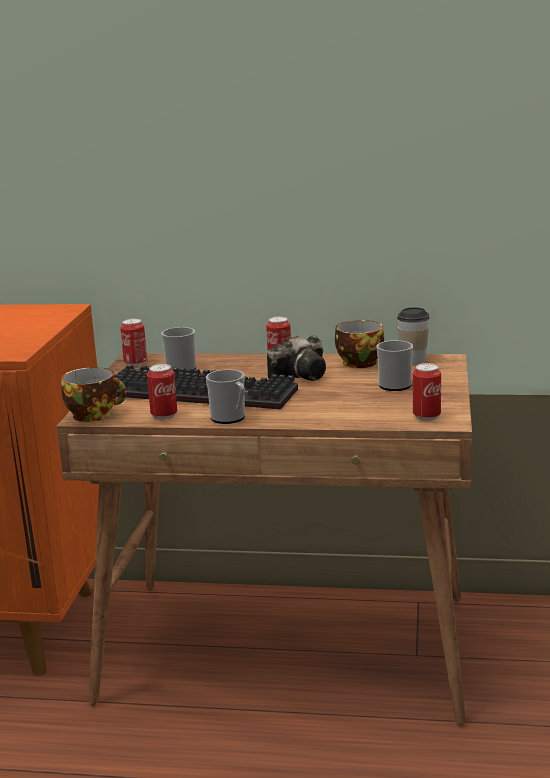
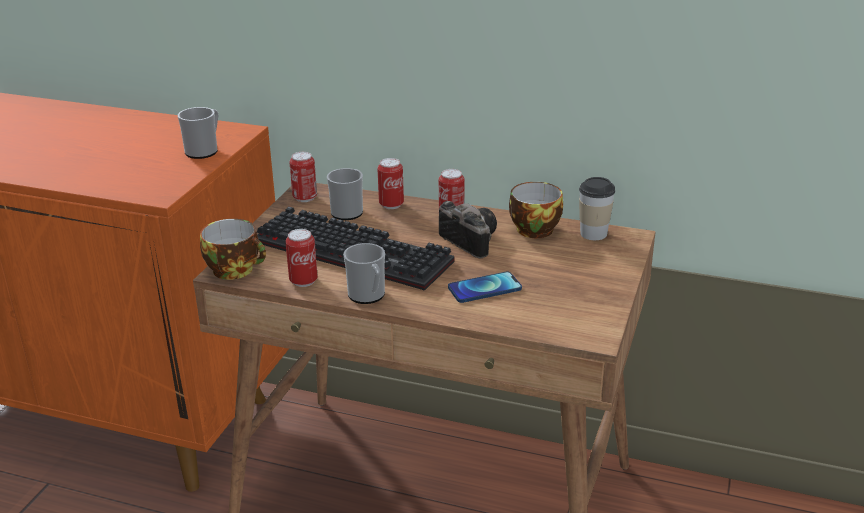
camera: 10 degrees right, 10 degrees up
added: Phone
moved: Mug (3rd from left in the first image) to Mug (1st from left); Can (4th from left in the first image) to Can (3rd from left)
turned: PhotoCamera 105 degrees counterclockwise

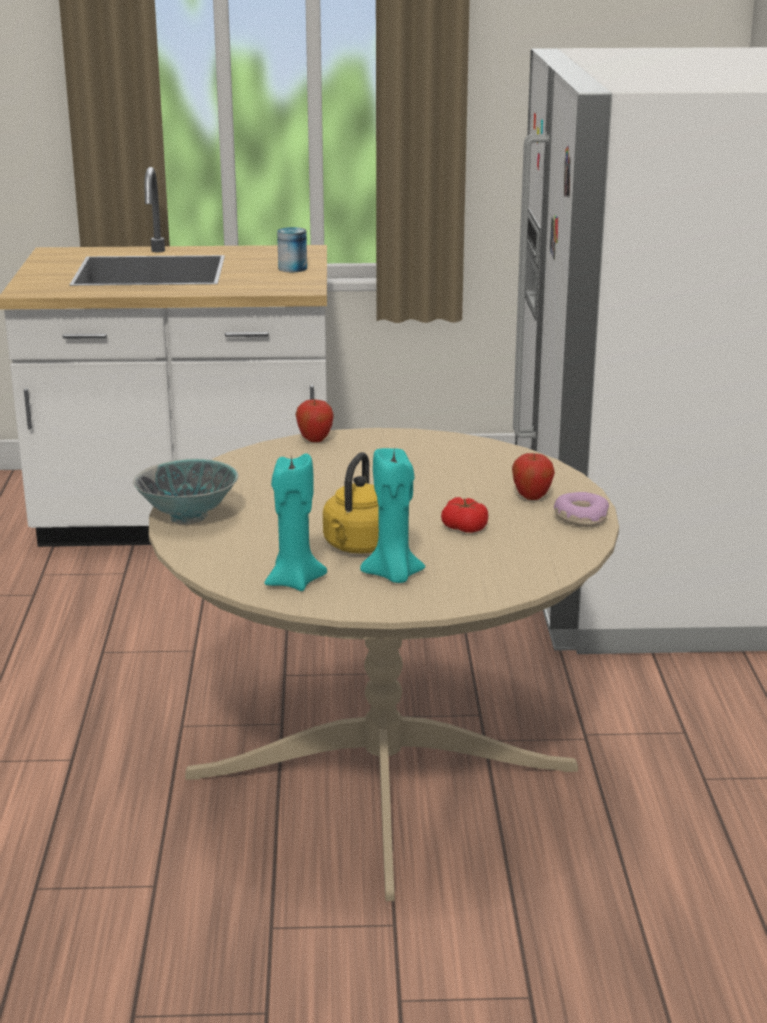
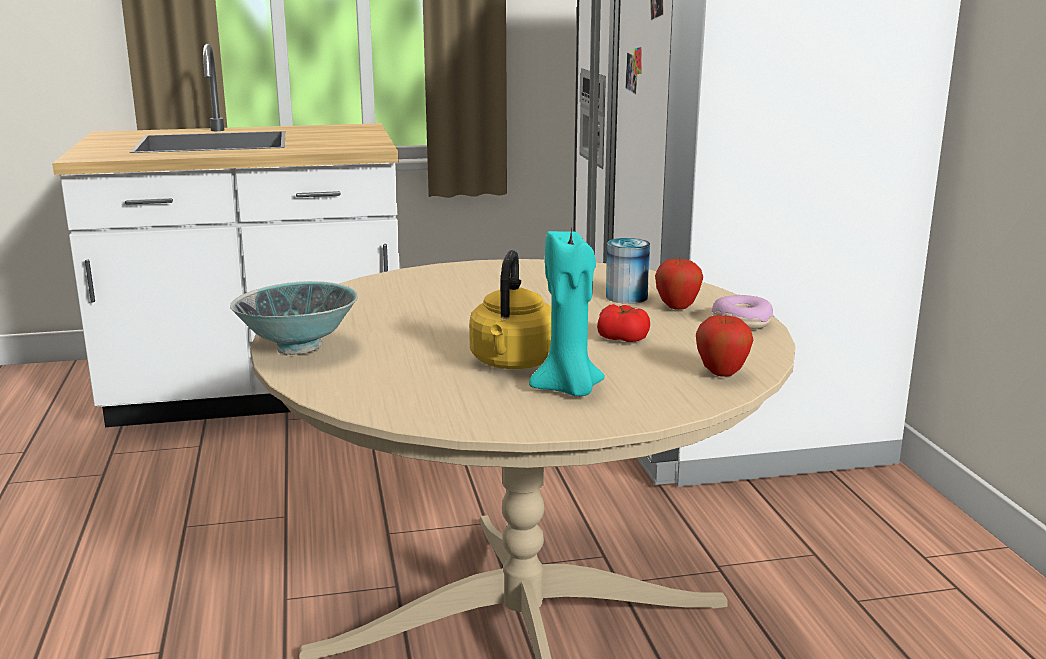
camera: 10 degrees left, 5 degrees down
removed: TurquoiseCandle (1st from left)
moved: Can; Apple (1st from left in the first image) to Apple (2nd from left)

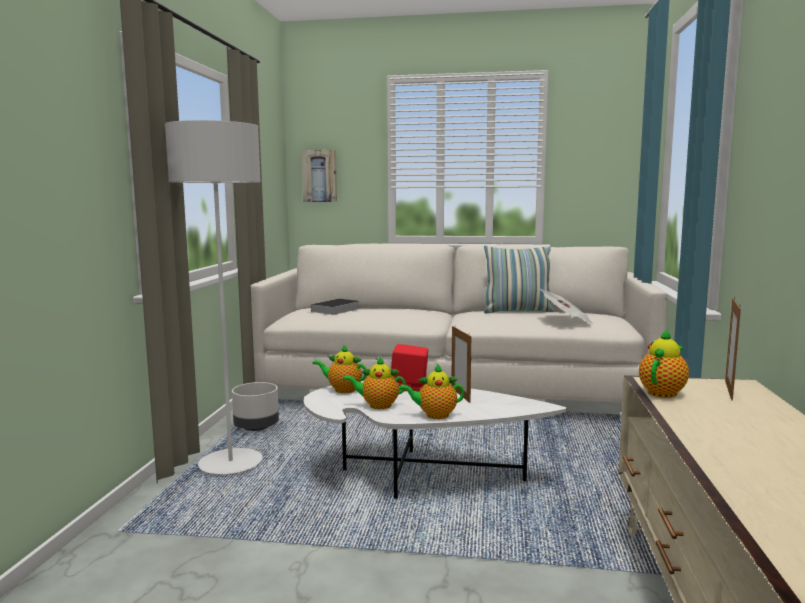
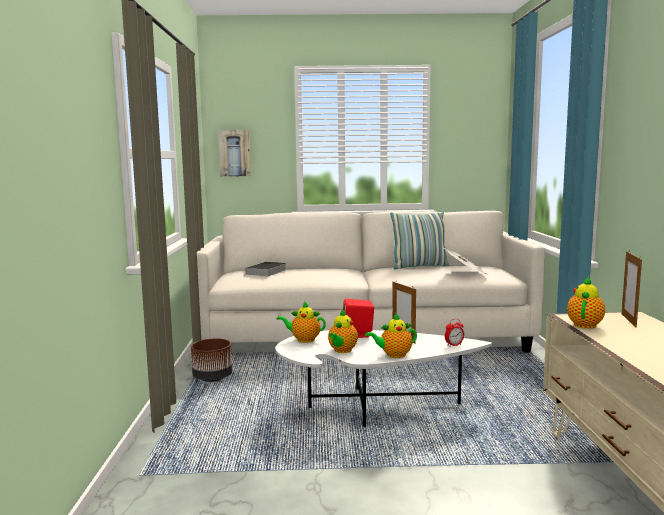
camera: 10 degrees left, 0 degrees up
removed: GreyFloorLamp
added: AlarmClock
recoloured: GreyPlanter to BrownPlanter
turned: Teapot (2nd from left) 60 degrees counterclockwise

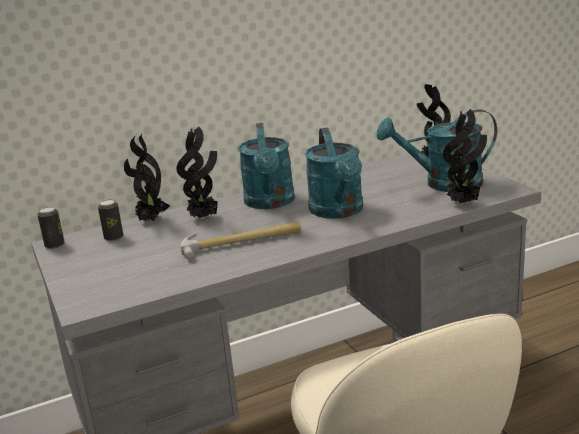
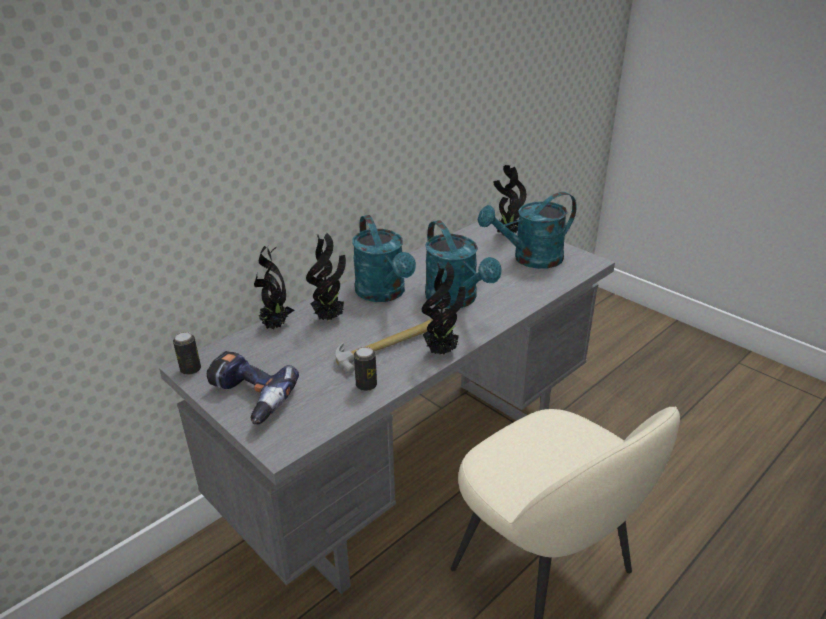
camera: 20 degrees left, 10 degrees up
added: PowerDrill
moved: Can (2nd from left); PottedPlant (4th from left in the first image) to PottedPlant (3rd from left)

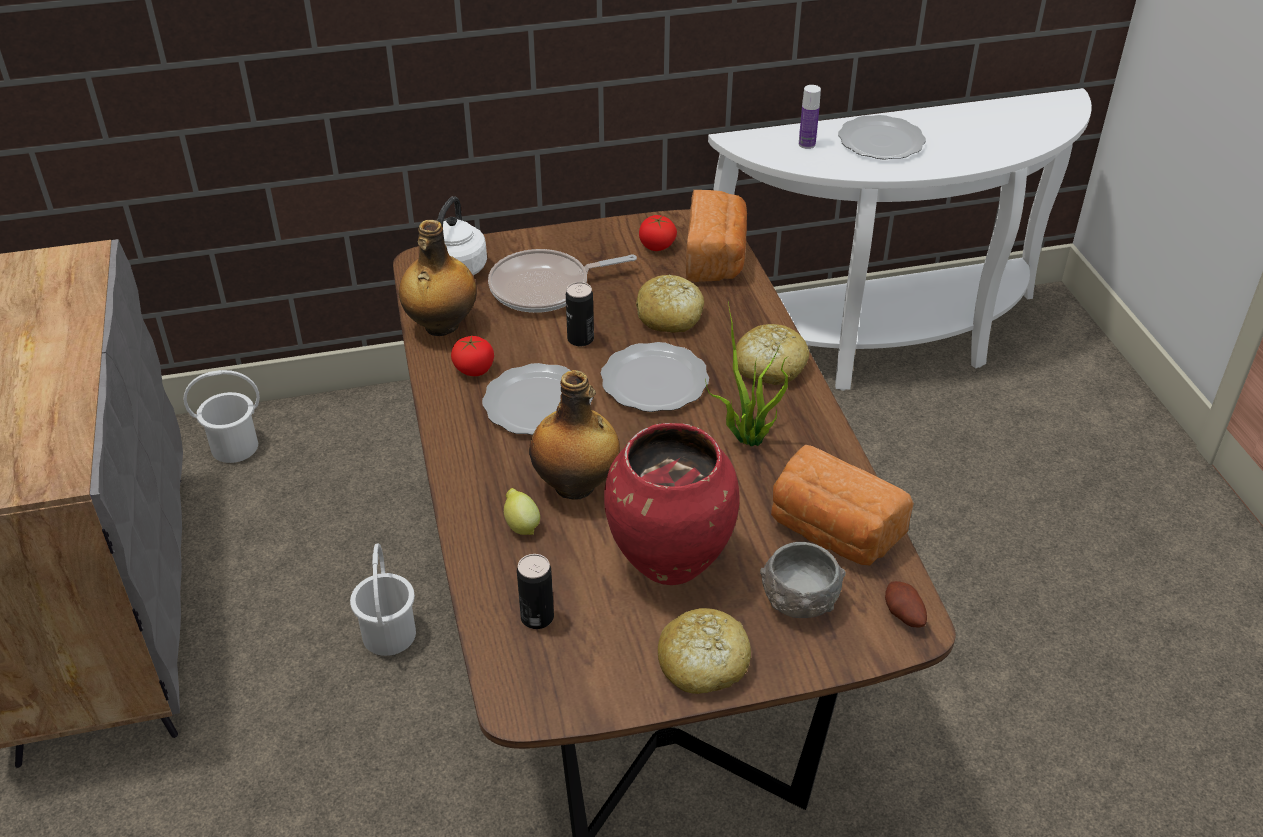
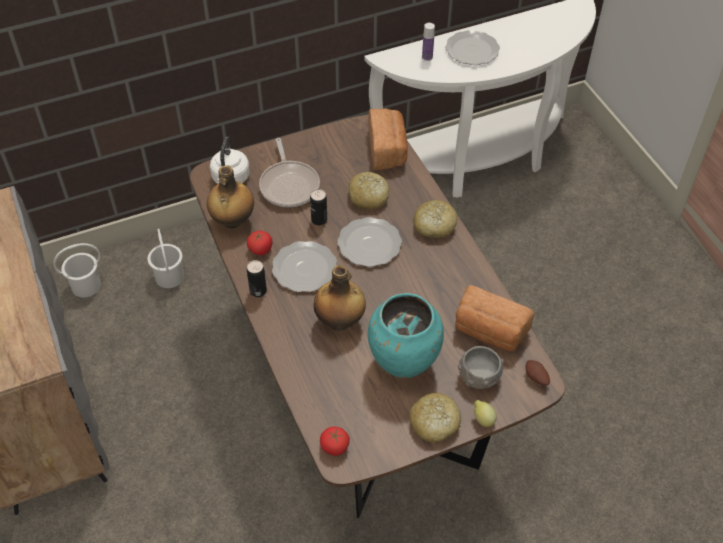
camera: 10 degrees left, 10 degrees up
removed: PottedPlant
moved: WhiteBucket (2nd from left); Lemon; Can (1st from left); Tomato (2nd from left)
recoloured: RedVase to TurquoiseVase
turned: FryingPan 75 degrees counterclockwise

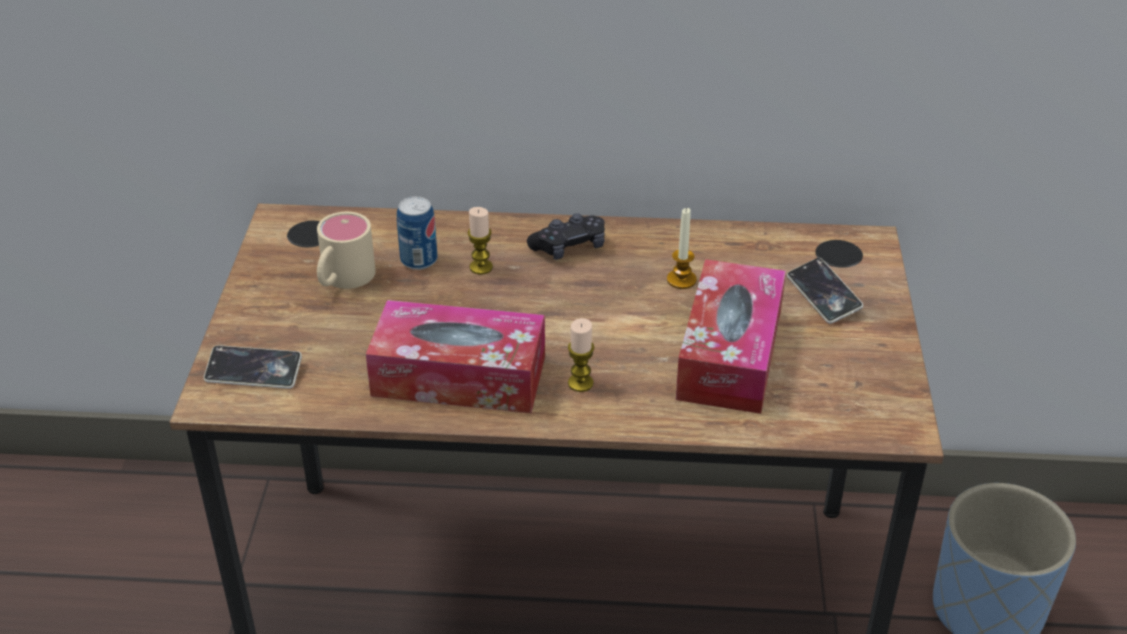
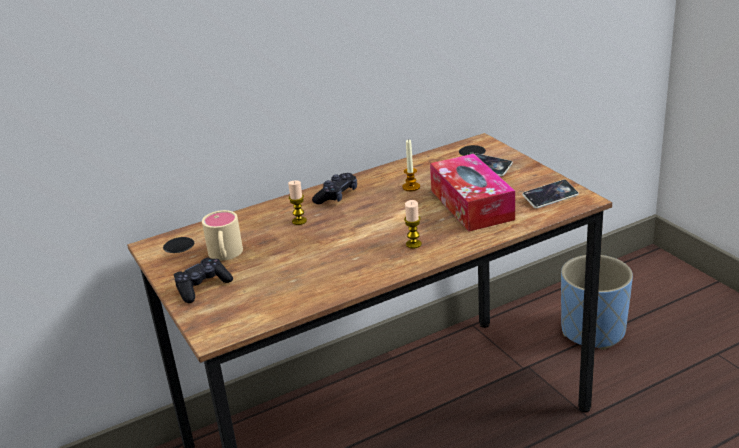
camera: 30 degrees left, 10 degrees down
removed: TissueBox (1st from left); Can
added: BlackGameController (1st from left)
moved: Phone (1st from left in the first image) to Phone (2nd from left)

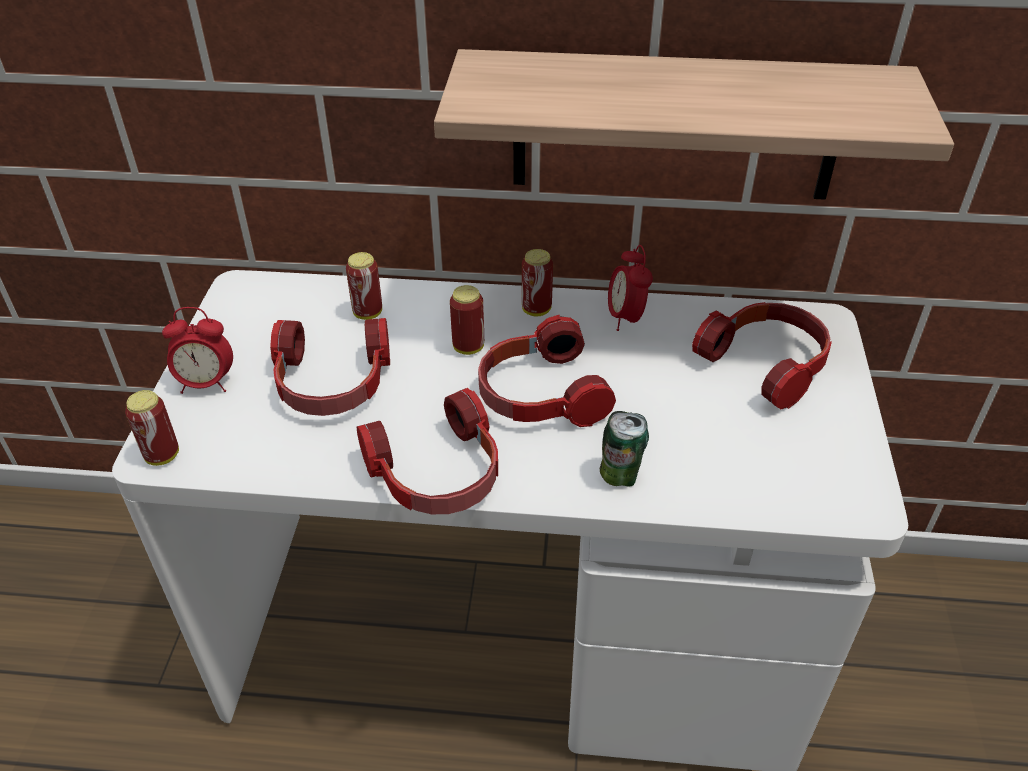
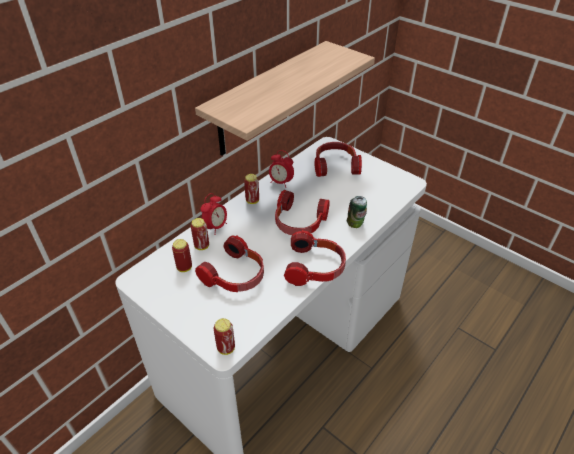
camera: 55 degrees left, 0 degrees up
moved: AlarmClock (1st from left); Can (3rd from left in the first image) to Can (1st from left)

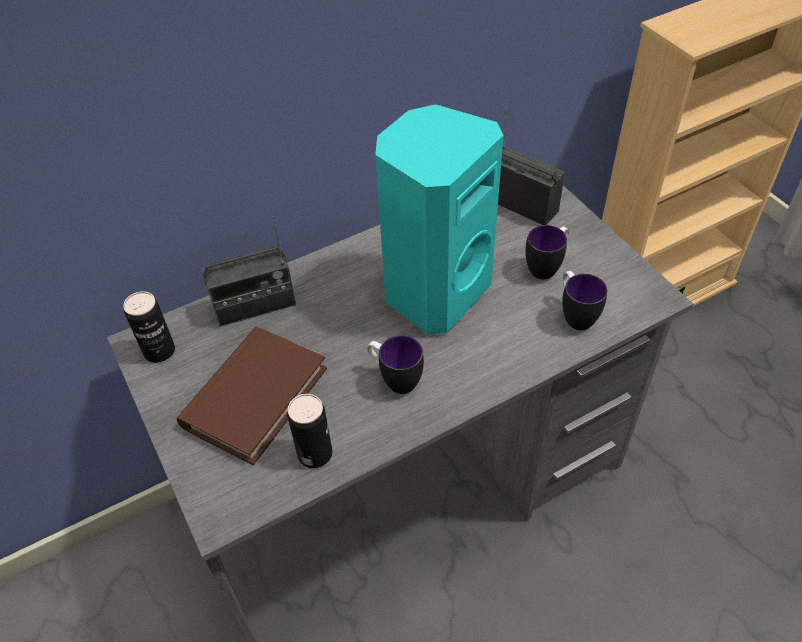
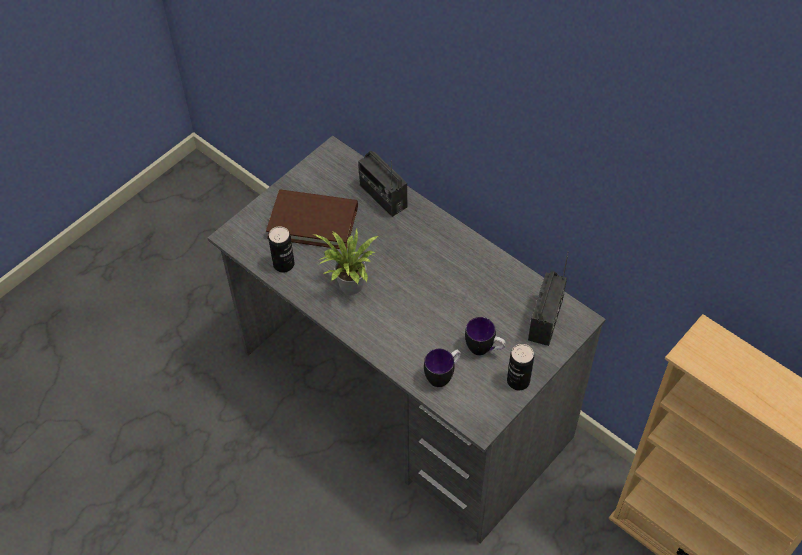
camera: 70 degrees right, 5 degrees up
removed: TurquoiseSpeaker
moved: Can (1st from left in the first image) to Can (2nd from left)
replaced: Mug (1st from left) to PottedPlant

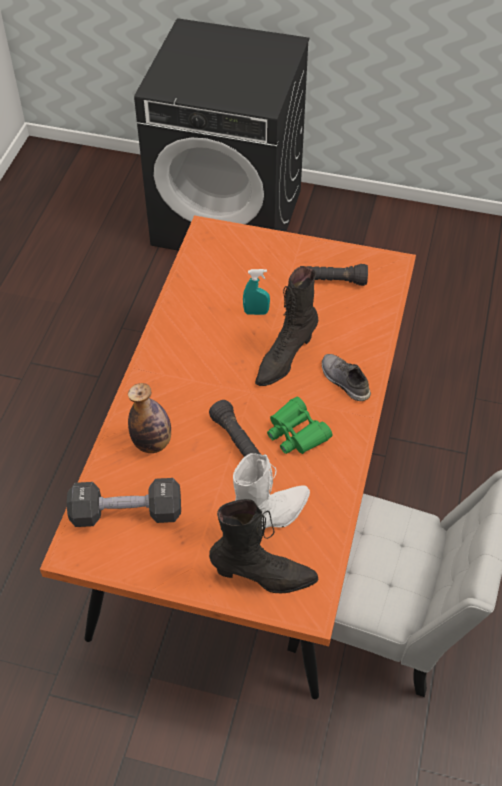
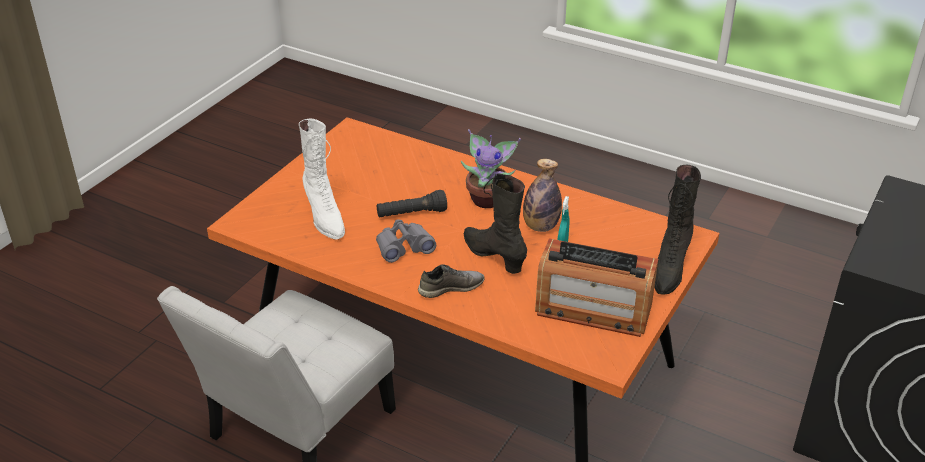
camera: 105 degrees right, 15 degrees down
removed: BlackDumbbell
added: PottedPlant
moved: Bottle; BlackBoot (1st from left in the first image) to BlackBoot (2nd from left)
replaced: BlackFlashlight (2nd from left) to Radio
recoloured: GreenBinoculars to GreyBinoculars

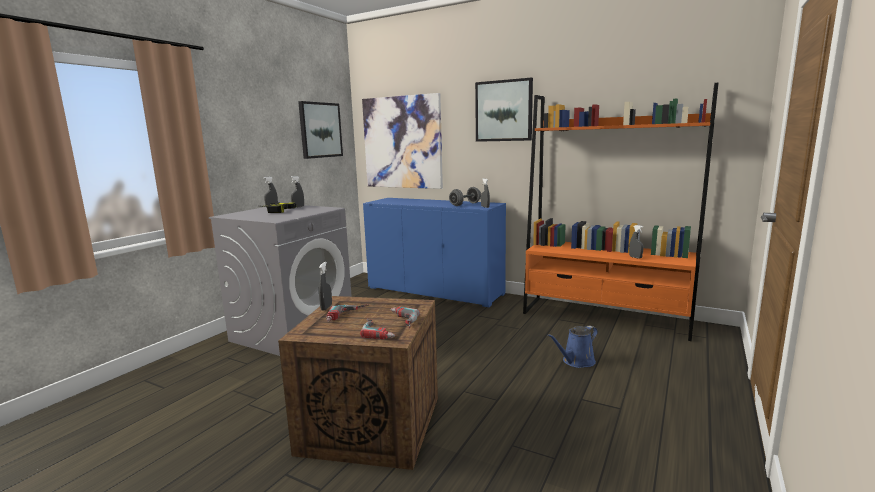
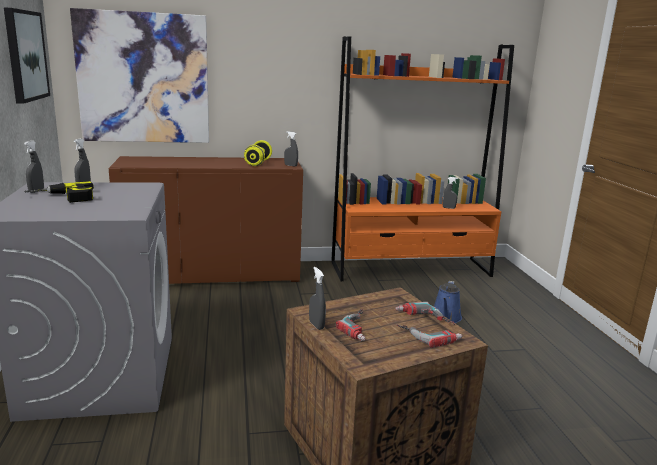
camera: 40 degrees left, 5 degrees up
removed: Picture (3rd from left)
recoloured: BlueCabinet to BrownCabinet; GreyDumbbell to YellowDumbbell

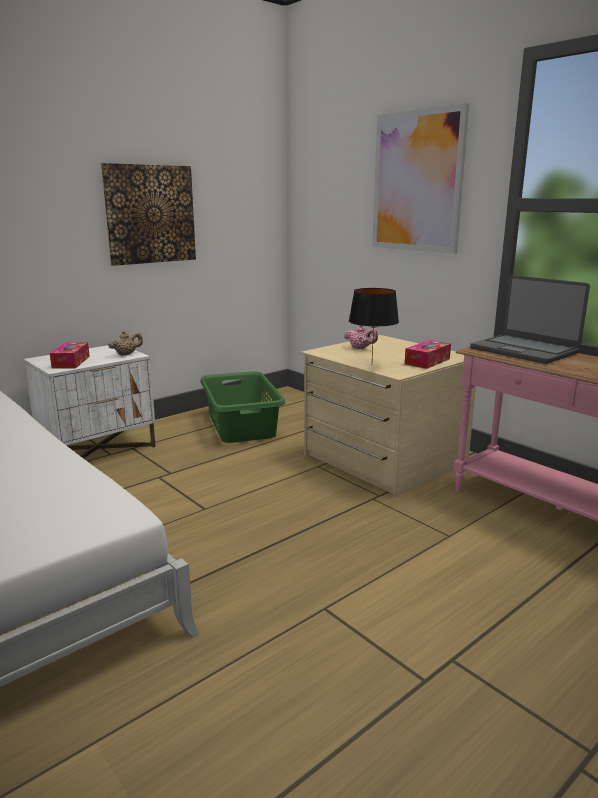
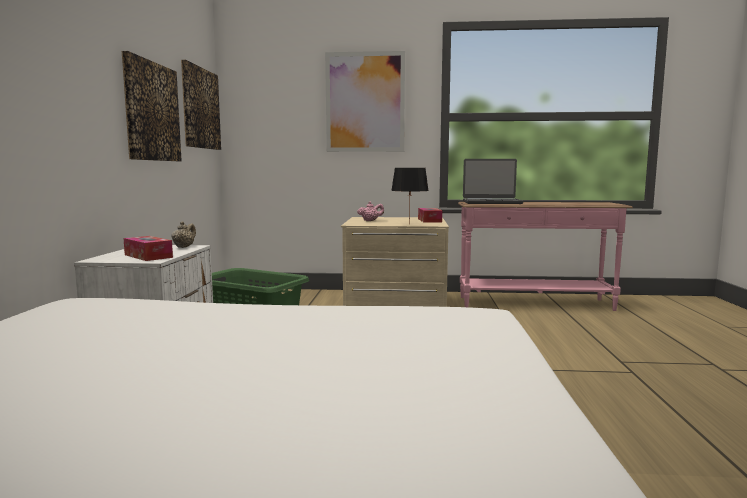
camera: 45 degrees left, 10 degrees down
added: Picture (2nd from left)

